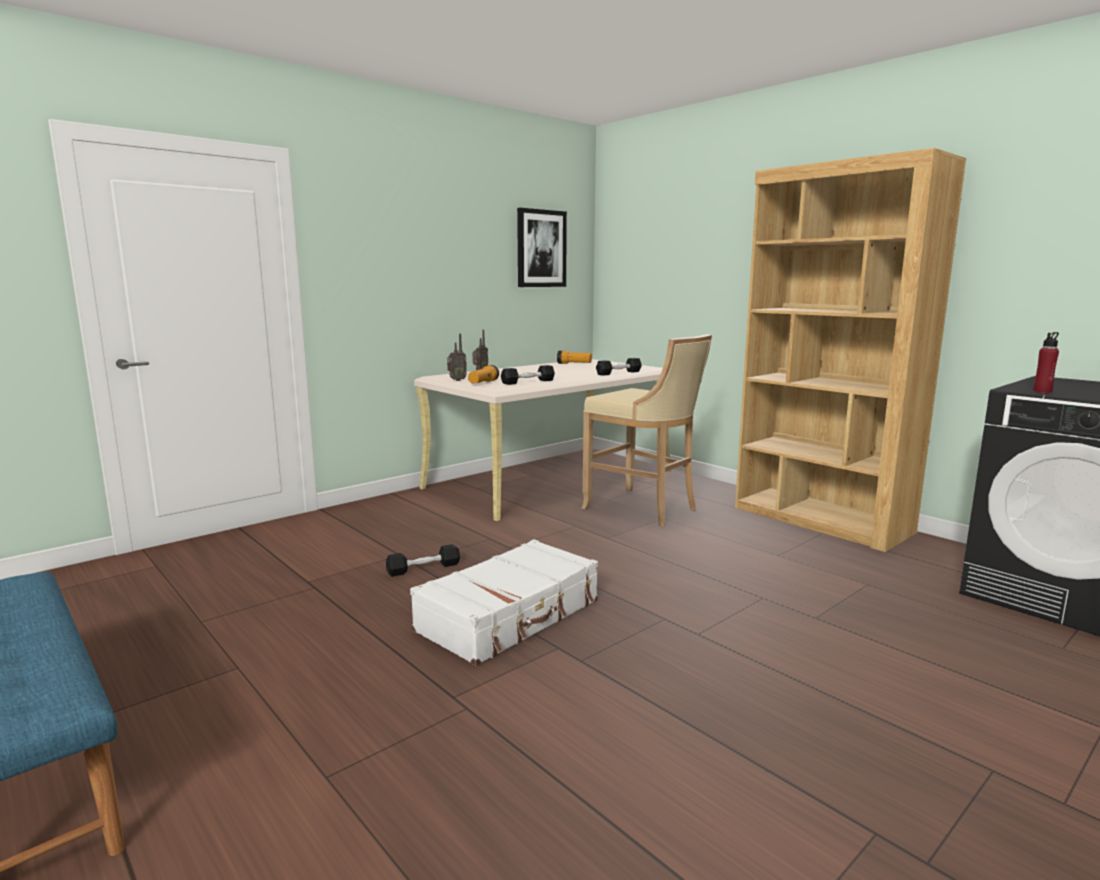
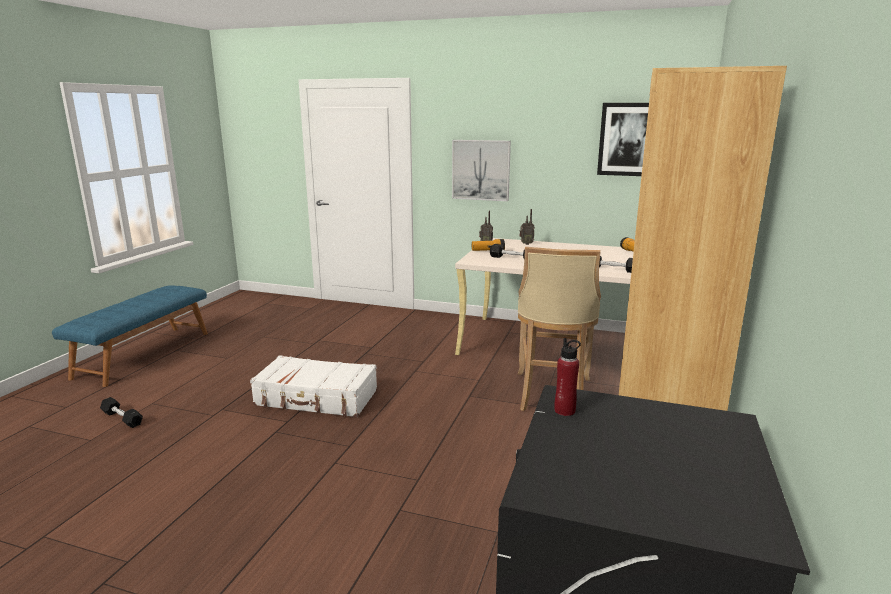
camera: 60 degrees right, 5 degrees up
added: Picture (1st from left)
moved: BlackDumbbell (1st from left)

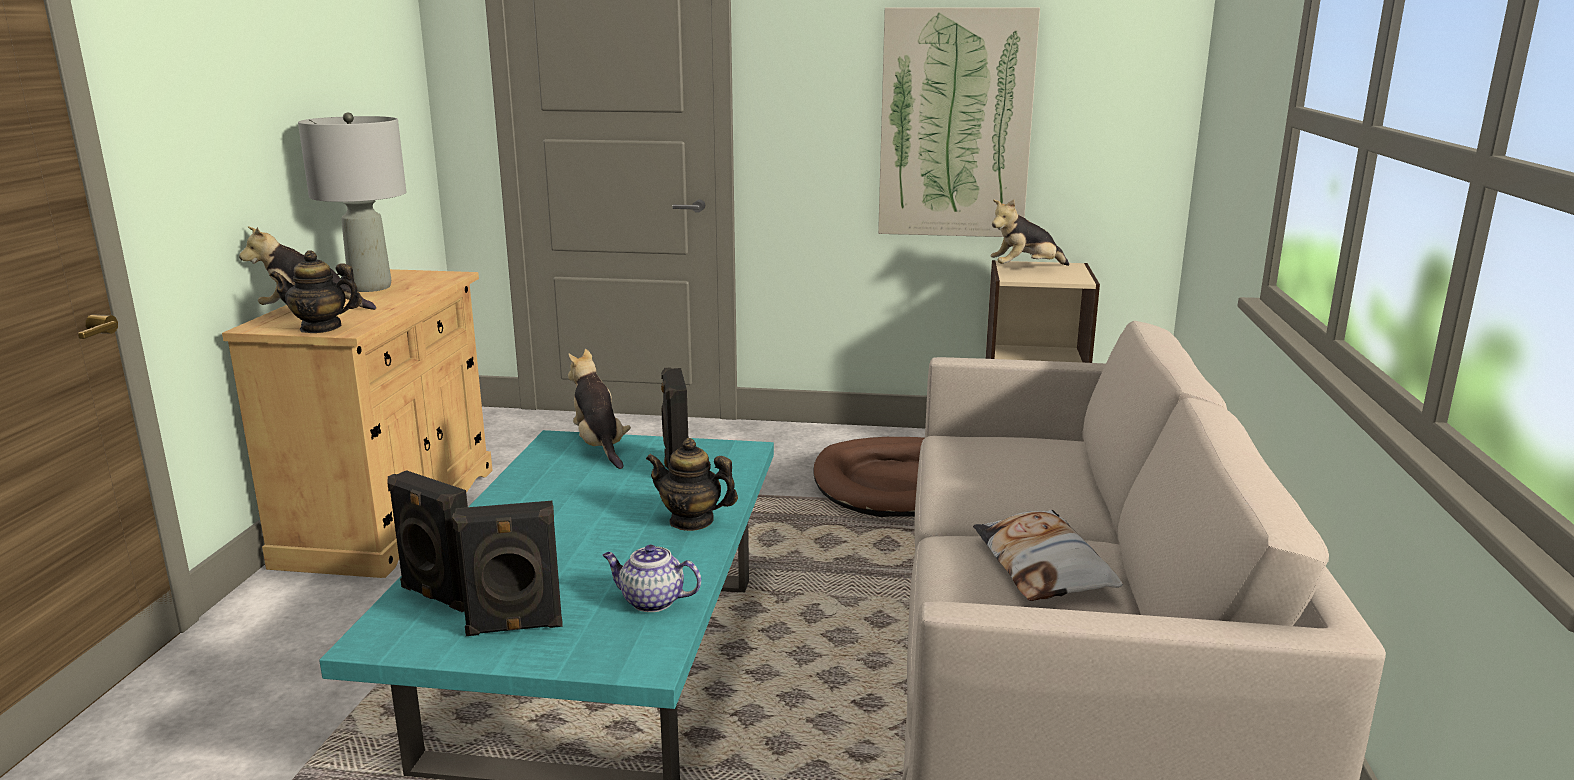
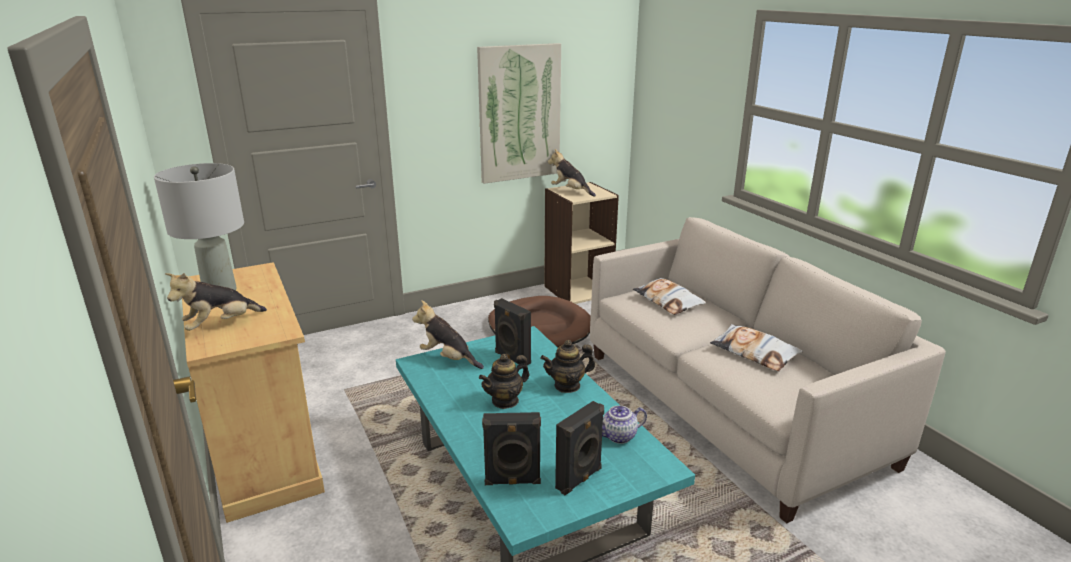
camera: 35 degrees left, 5 degrees up
added: Pillow (1st from left)
moved: Teapot (1st from left)
turned: PlushToy (3rd from left) 90 degrees clockwise

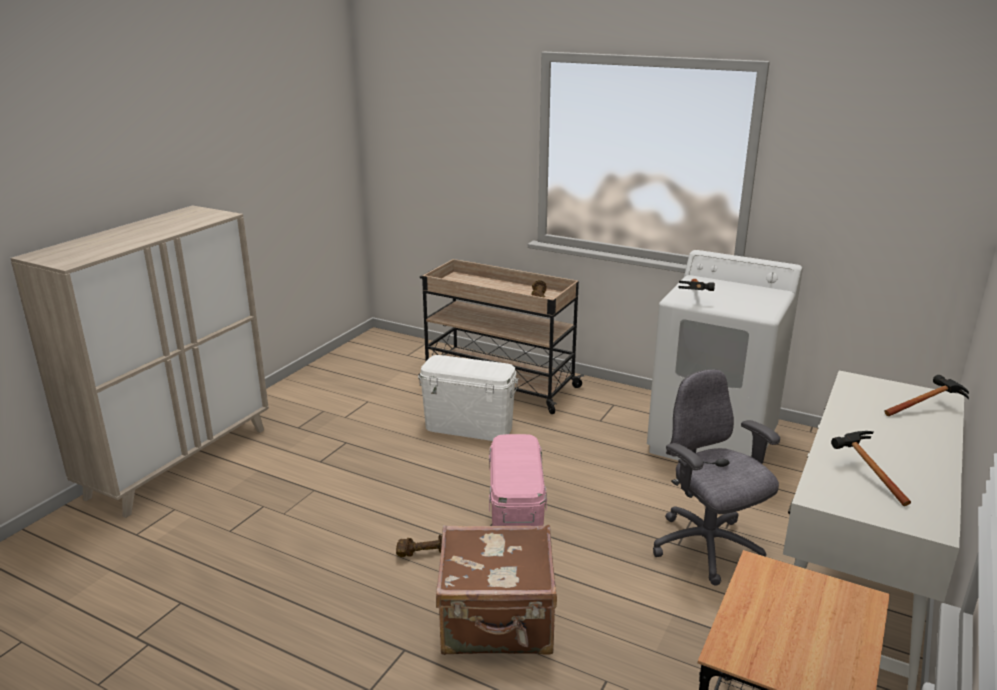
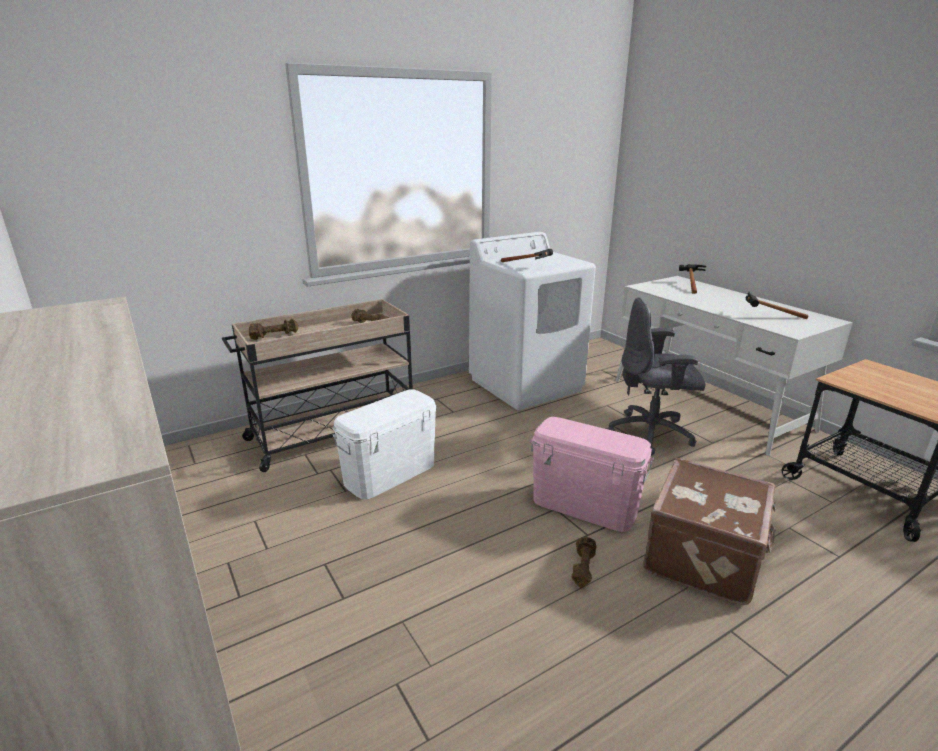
camera: 60 degrees left, 0 degrees up
added: BrownDumbbell (1st from left)

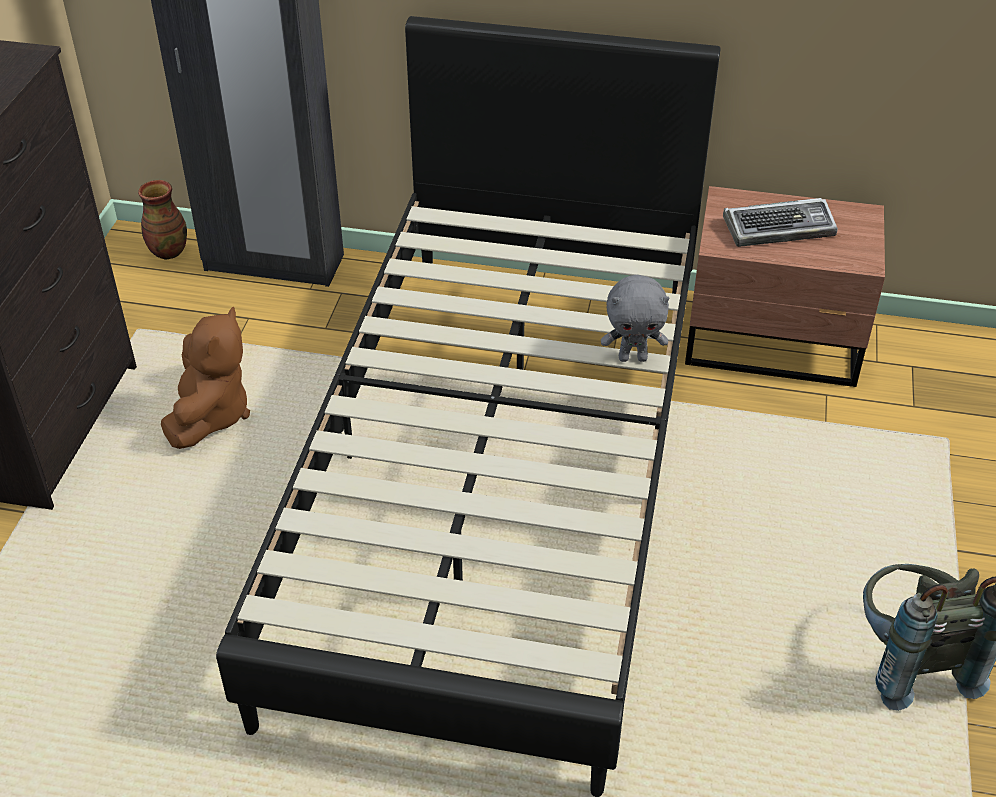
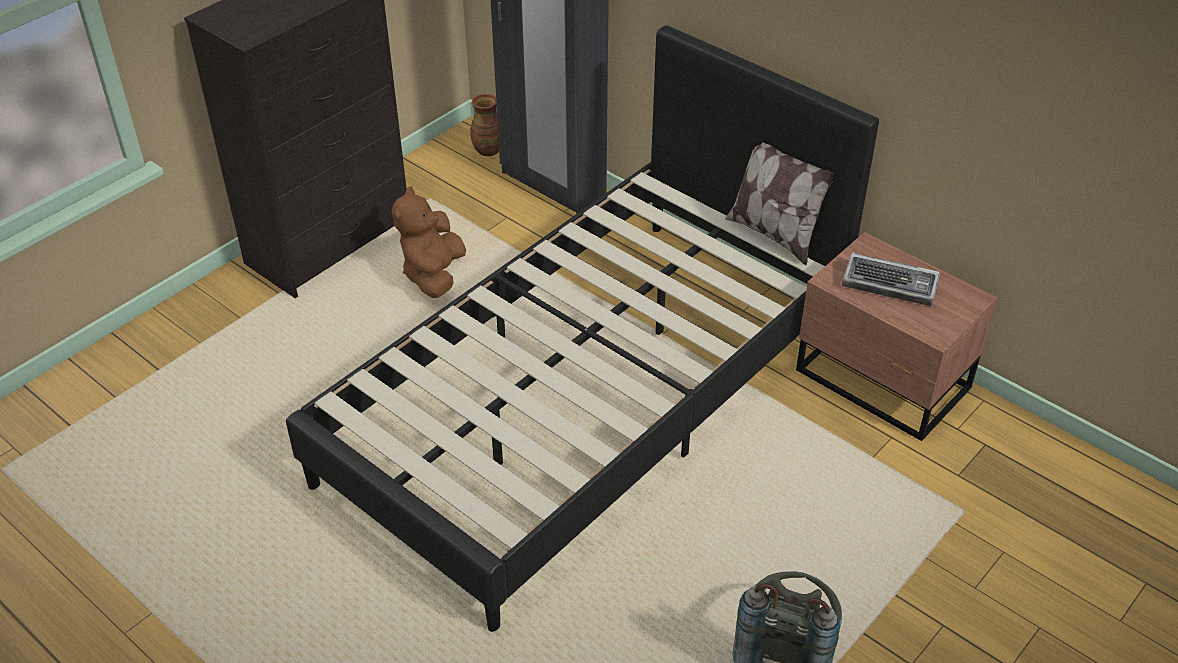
camera: 30 degrees right, 0 degrees up
removed: GreyPlushToy
added: Pillow
turned: BrownPlushToy 150 degrees clockwise

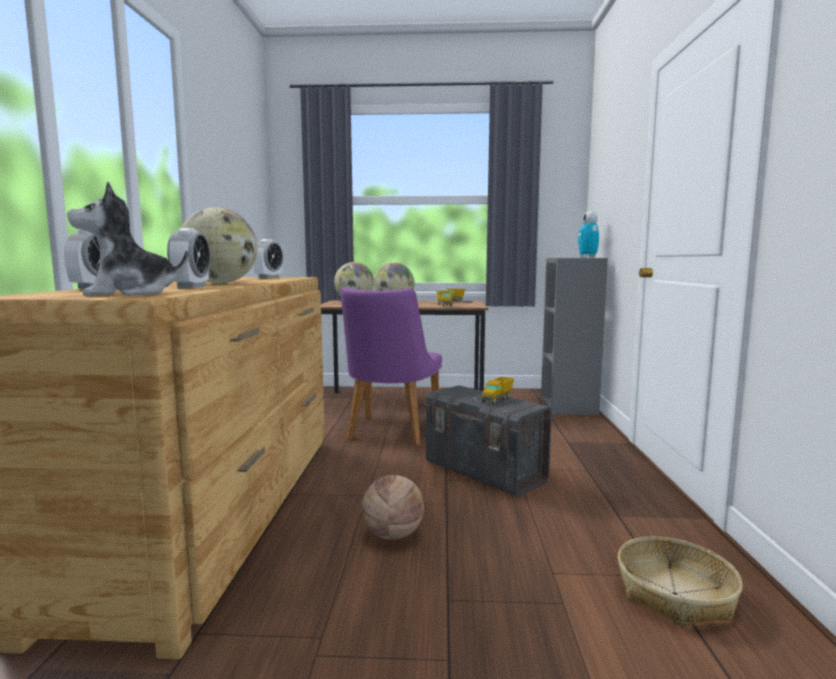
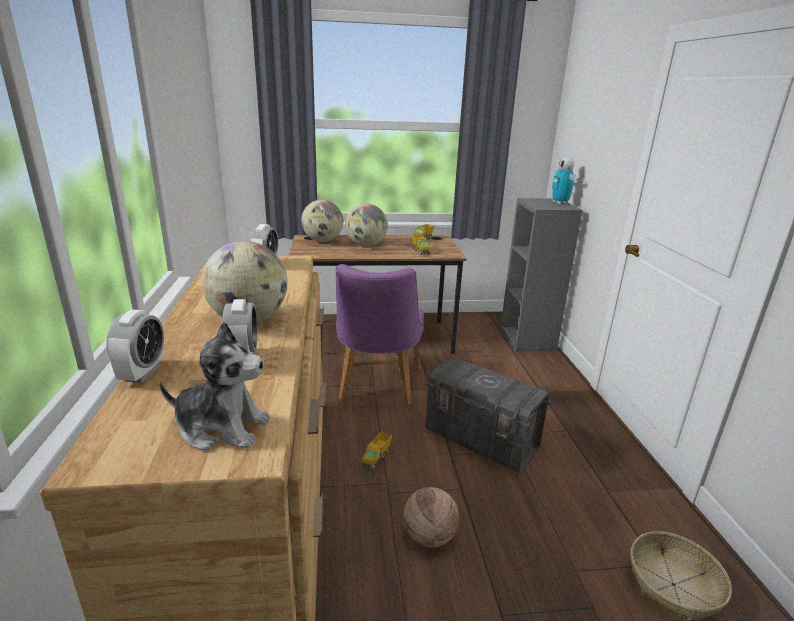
camera: 10 degrees left, 15 degrees up
moved: ToyTruck (3rd from left in the first image) to ToyTruck (1st from left)
turned: PlushToy 135 degrees counterclockwise

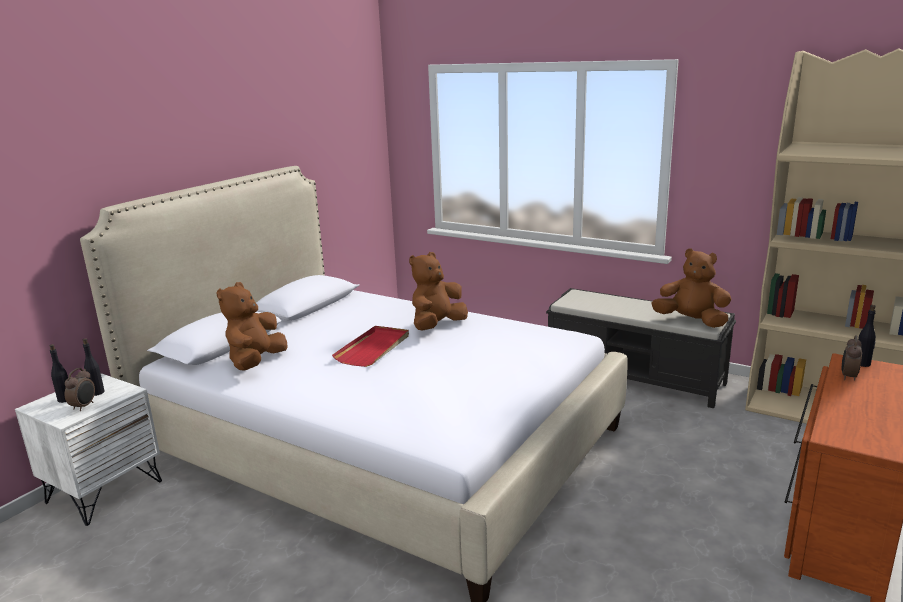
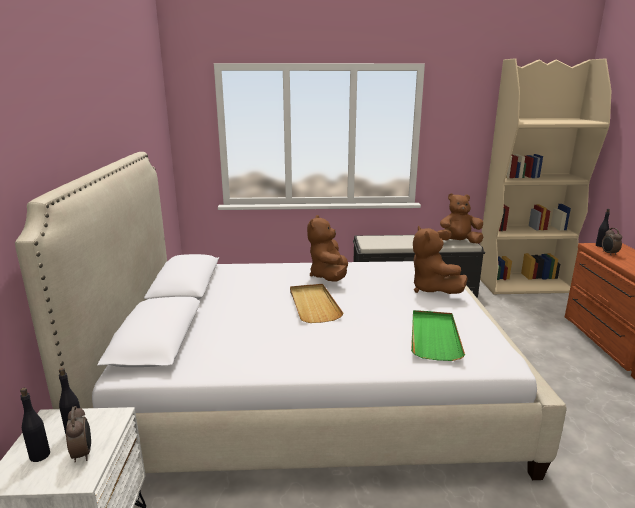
camera: 35 degrees left, 0 degrees up
added: GreenTray
moved: BrownPlushToy (1st from left in the first image) to BrownPlushToy (2nd from left)
recoloured: RedTray to BeigeTray

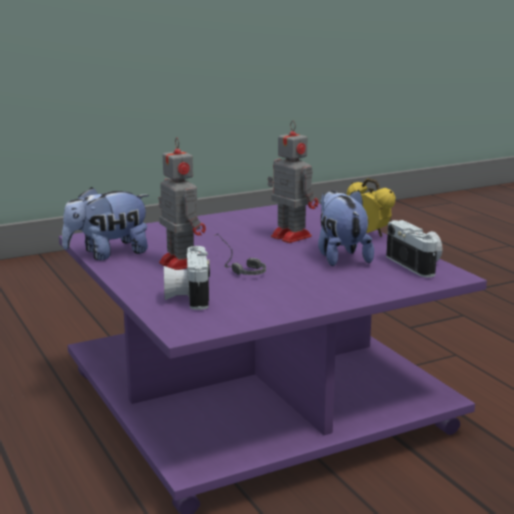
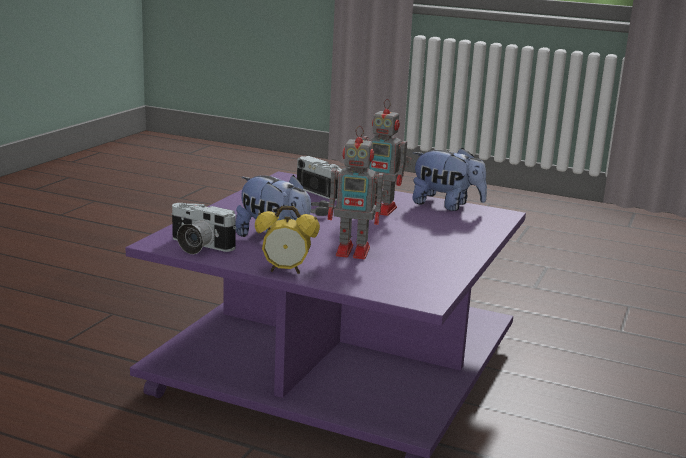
camera: 140 degrees right, 0 degrees up
turned: PlushToy (1st from left in the first image) 90 degrees clockwise

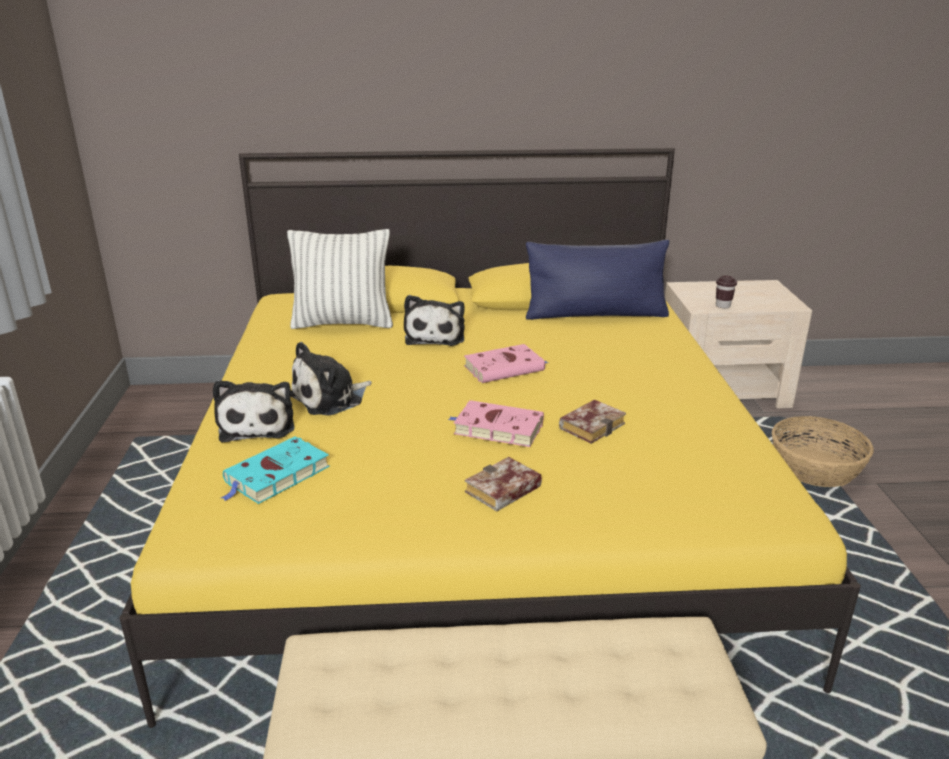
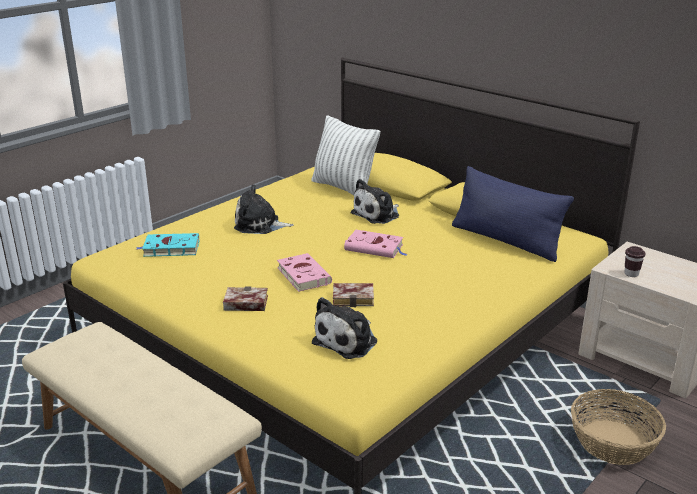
camera: 45 degrees right, 0 degrees up
moved: PlushToy (1st from left in the first image) to PlushToy (2nd from left)

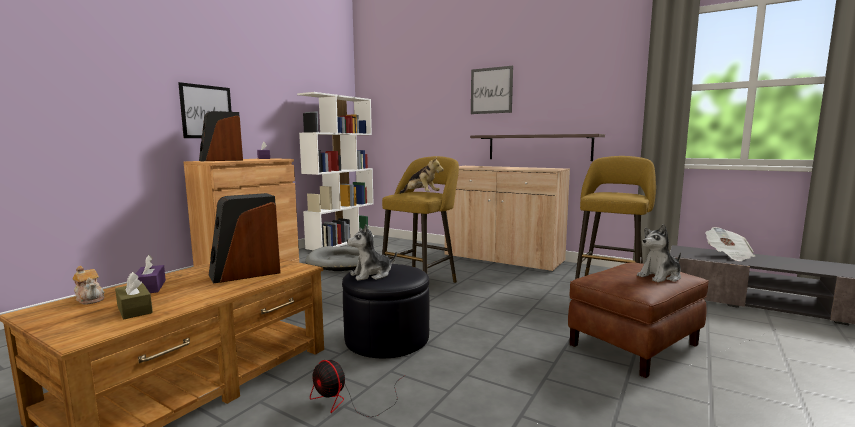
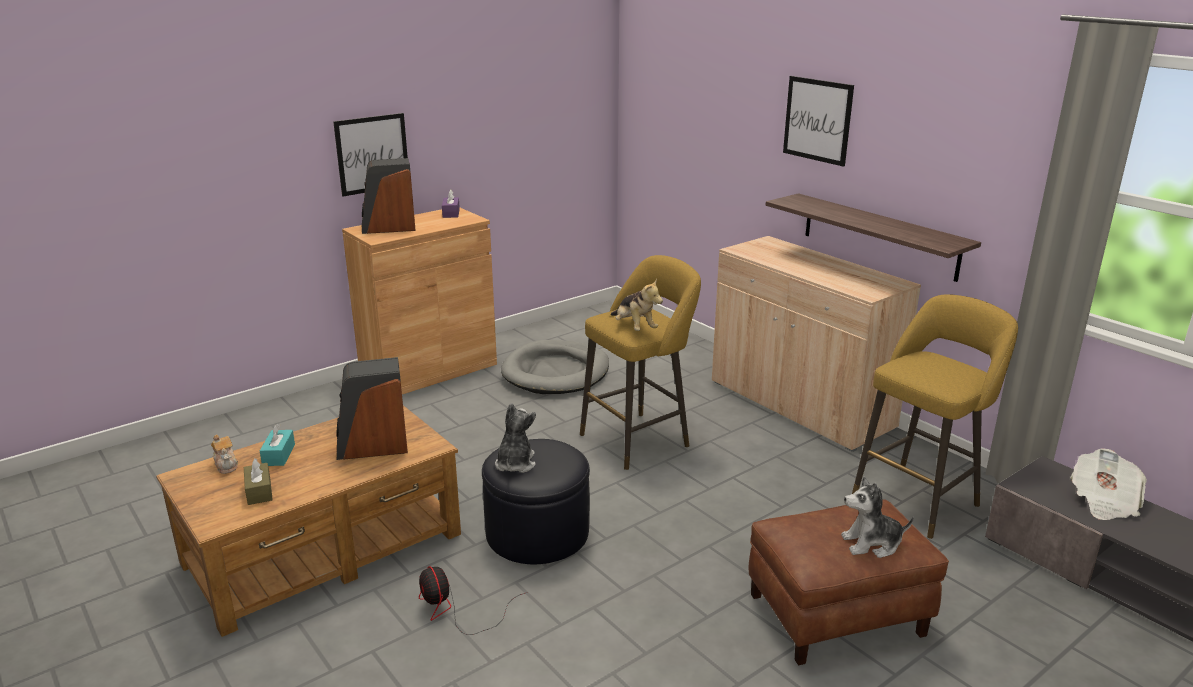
camera: 20 degrees right, 15 degrees up
removed: WhiteBookcase
recoloured: PurpleTissueBox (1st from left) to TurquoiseTissueBox
turned: PlushToy (1st from left) 105 degrees clockwise

